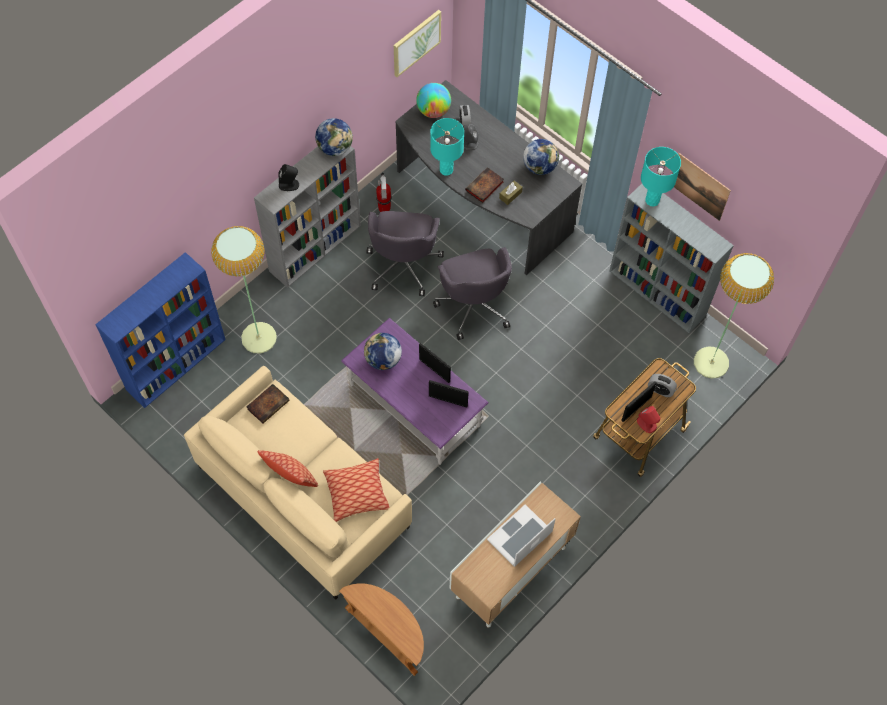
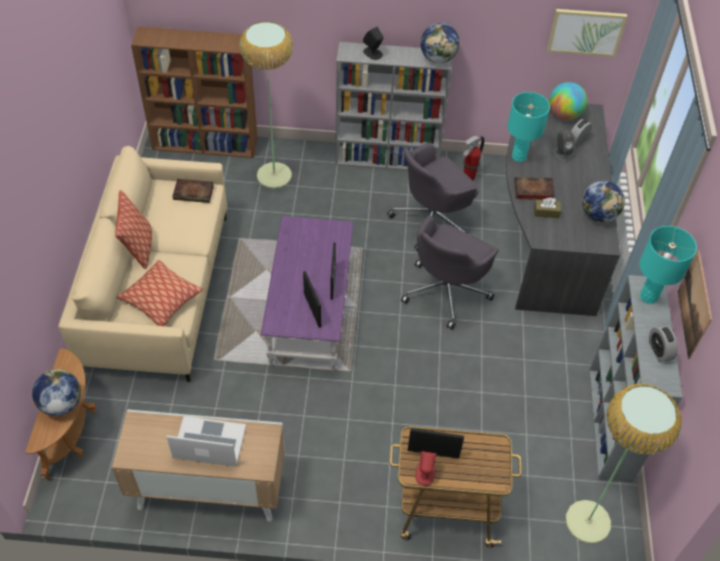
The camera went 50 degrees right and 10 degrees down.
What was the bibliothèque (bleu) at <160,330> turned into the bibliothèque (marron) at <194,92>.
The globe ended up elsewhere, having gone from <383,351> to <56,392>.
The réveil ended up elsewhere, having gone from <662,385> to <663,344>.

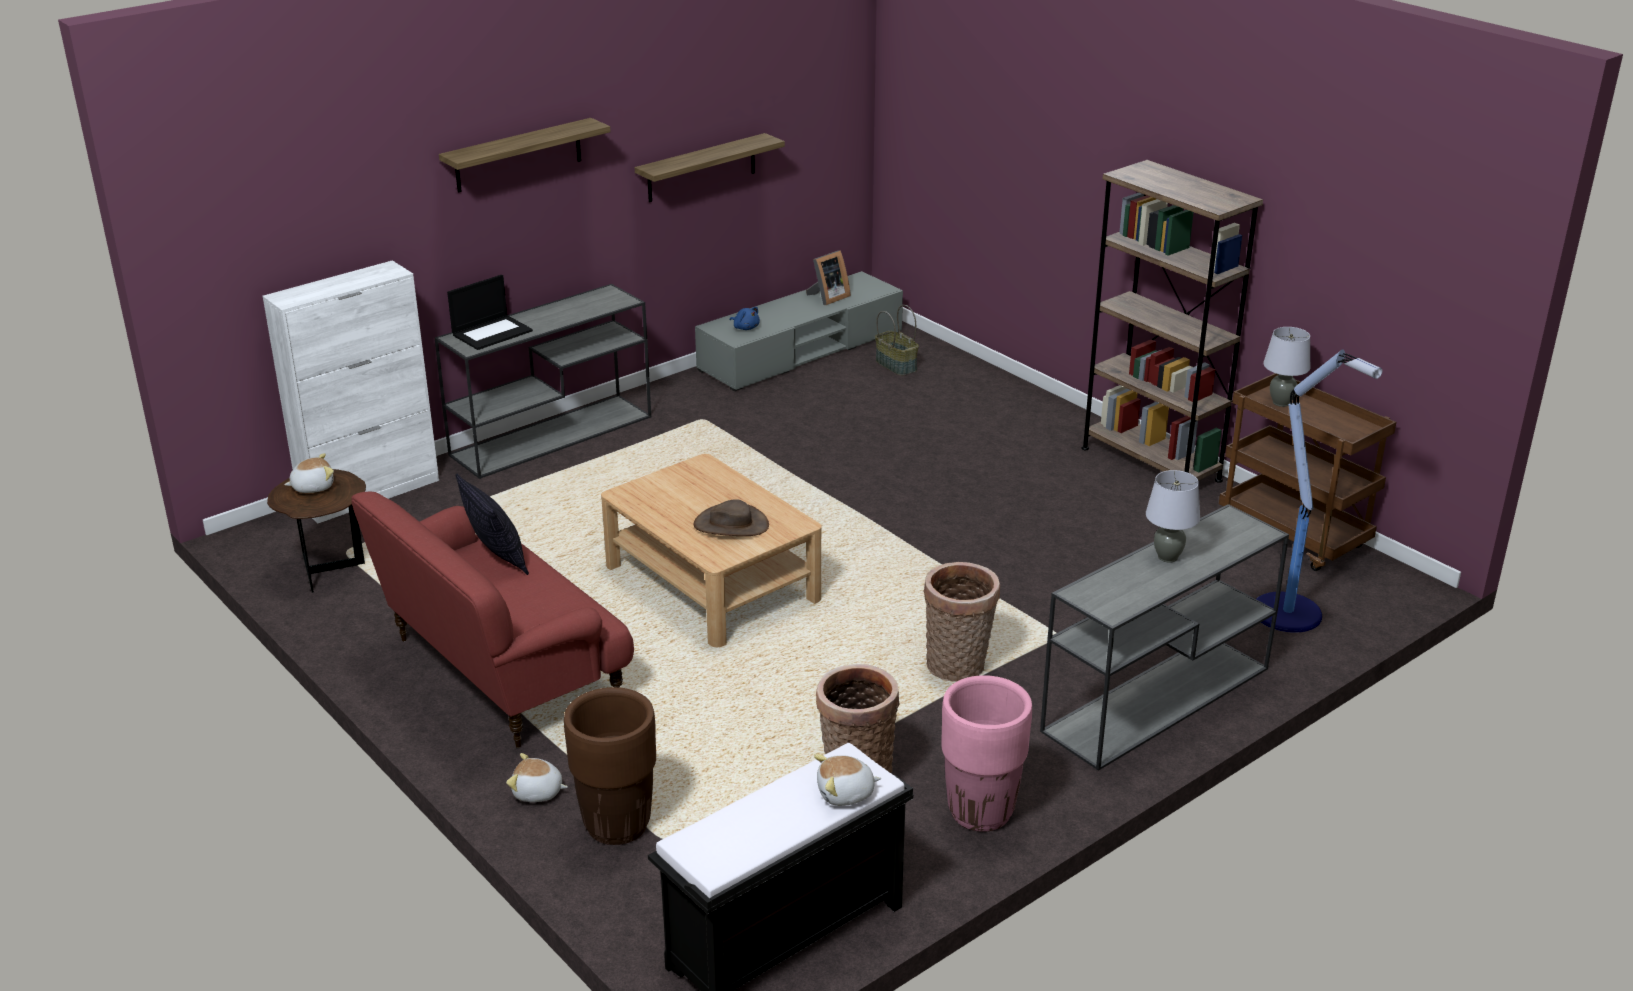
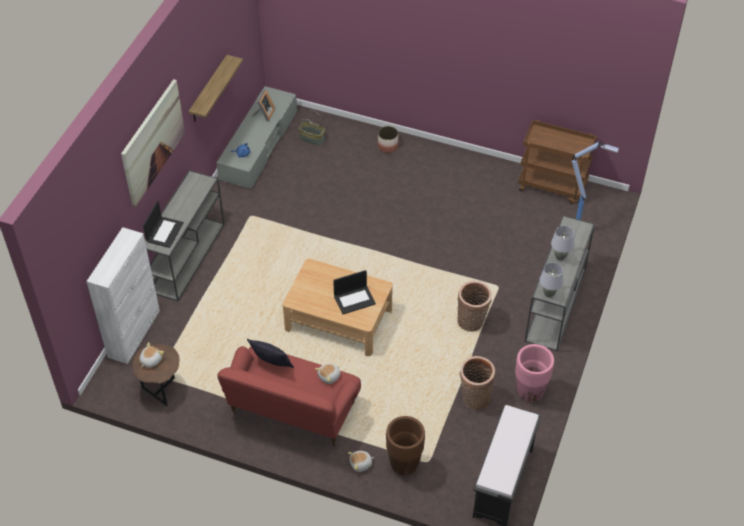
The camera went 30 degrees left and 20 degrees up.
Where the étagère hung at <524,155>, the tableau came to hang at <153,143>.
Where the chapeau (marron) stood at <731,517>, the ordinateur portable came to stand at <354,292>.
The peluche ended up elsewhere, having gone from <847,780> to <327,373>.
The second view lost the bibliothèque (marron) at <1172,321>.
The lampe de table (gris) ended up elsewhere, having gone from <1287,367> to <552,280>.
The second view gained the cache-pot at <388,139>.

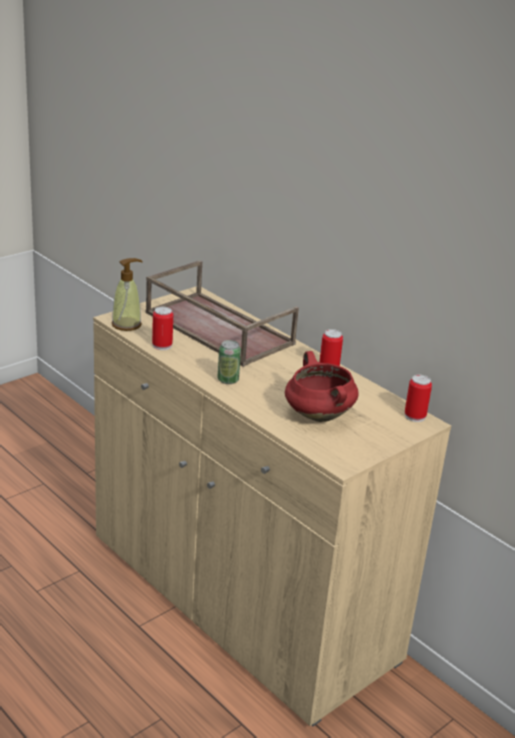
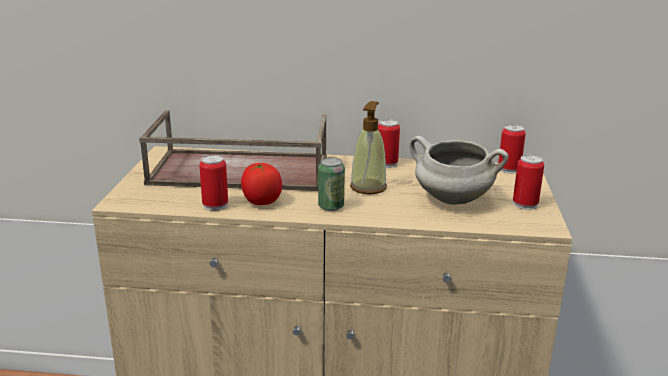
The camera went 40 degrees left and 5 degrees down.
The distributeur de savon ended up elsewhere, having gone from <127,294> to <368,147>.
What was the marmite (rouge) at <321,386> turned into the marmite (blanc) at <459,170>.
The second view gained the tomate at <261,184>.
The second view gained the boîte métallique at <528,182>.

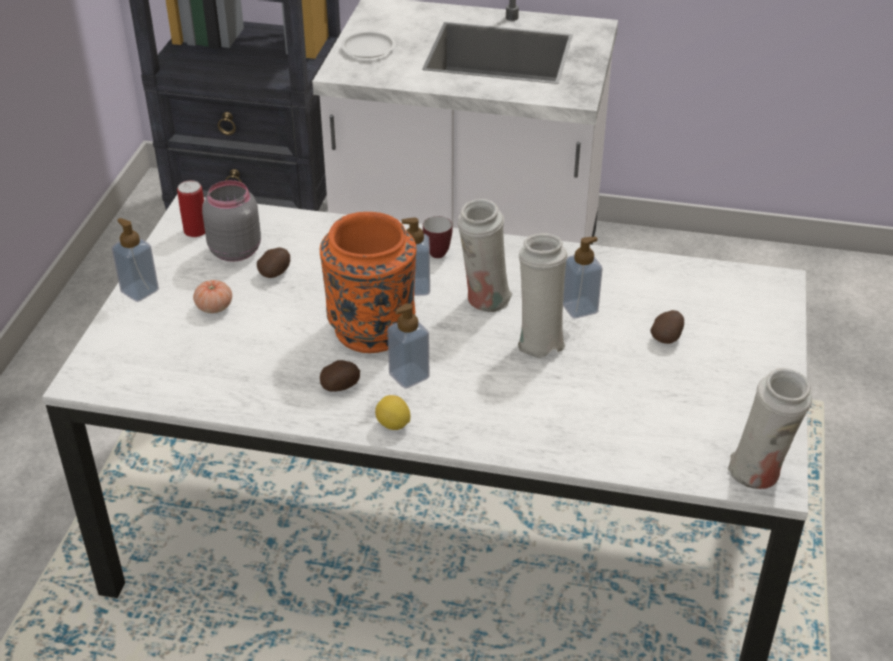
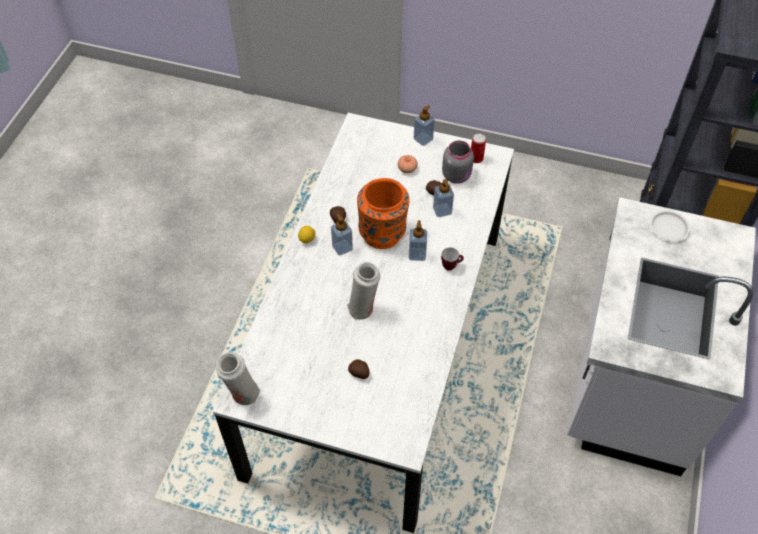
The camera went 95 degrees right and 15 degrees up.
The second view lost the vase (blanc) at <485,255>.
The distributeur de savon ended up elsewhere, having gone from <583,277> to <443,198>.

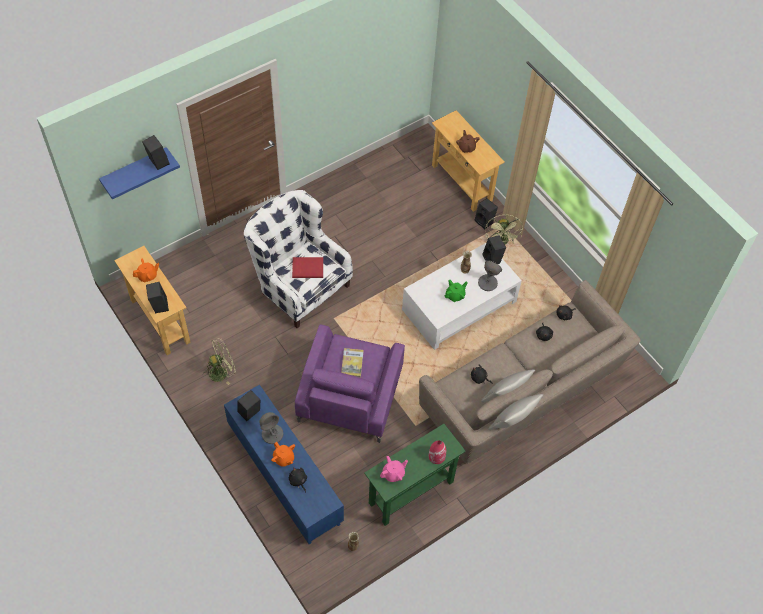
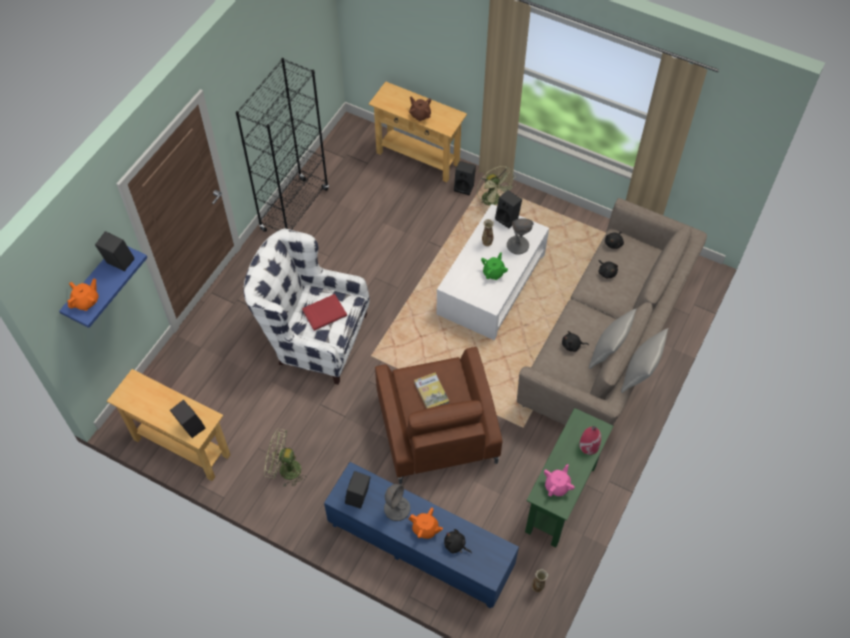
The camera went 25 degrees left and 0 degrees up.
The théière (orange) ended up elsewhere, having gone from <146,270> to <82,294>.
The ventilateur (vert) at <219,361> ended up facing another way, 120 degrees counterclockwise from before.
What was the fauteuil (violet) at <350,384> turned into the fauteuil (marron) at <438,415>.
The second view gained the bibliothèque (noir) at <282,145>.

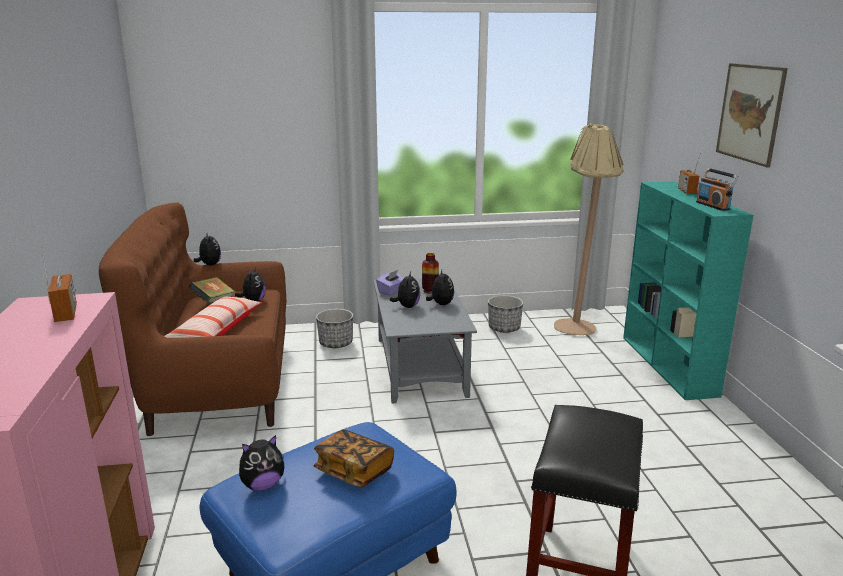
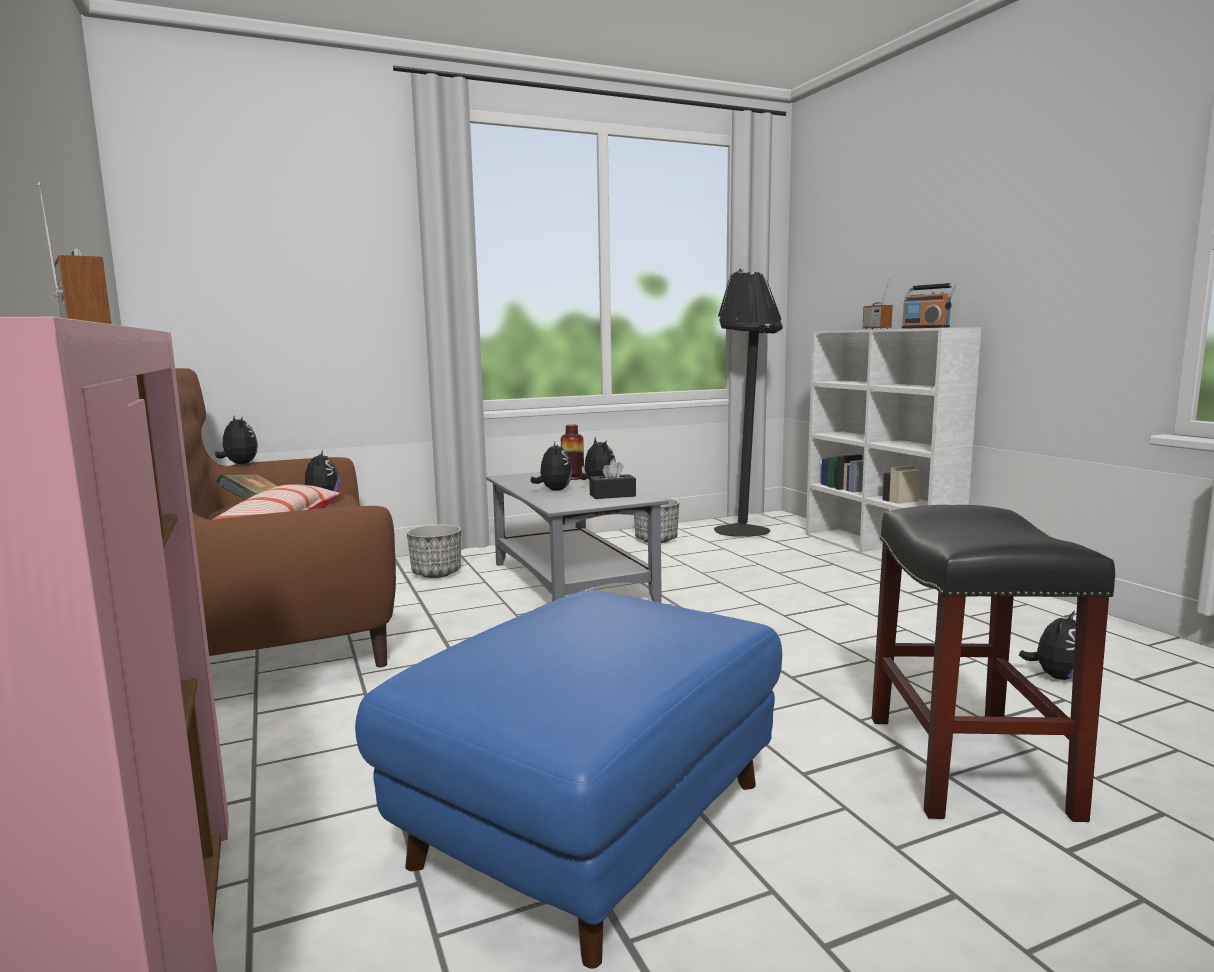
The camera went 15 degrees left and 10 degrees down.
The peluche ended up elsewhere, having gone from <261,463> to <1047,645>.
The second view lost the livre at <354,458>.
The second view lost the boîte à mouchoirs (violet) at <390,283>.
What was the lampadaire (beige) at <589,229> turned into the lampadaire (noir) at <748,402>.
What was the bibliothèque (turquoise) at <688,290> turned into the bibliothèque (blanc) at <893,444>.
The second view lost the tableau at <752,115>.
The second view gained the boîte à mouchoirs (noir) at <612,479>.

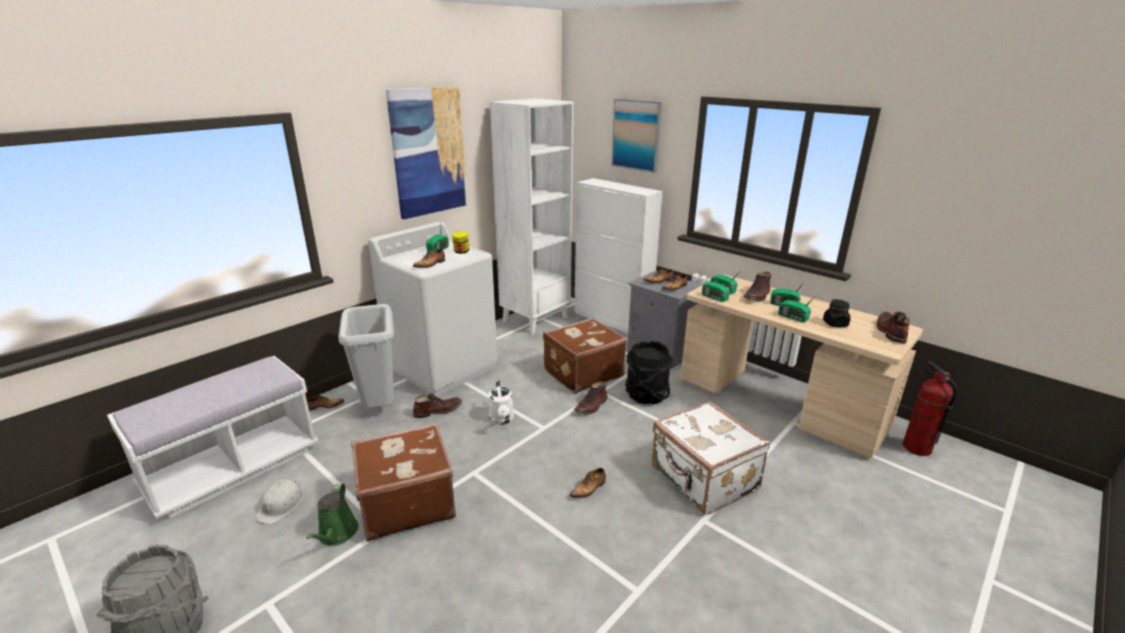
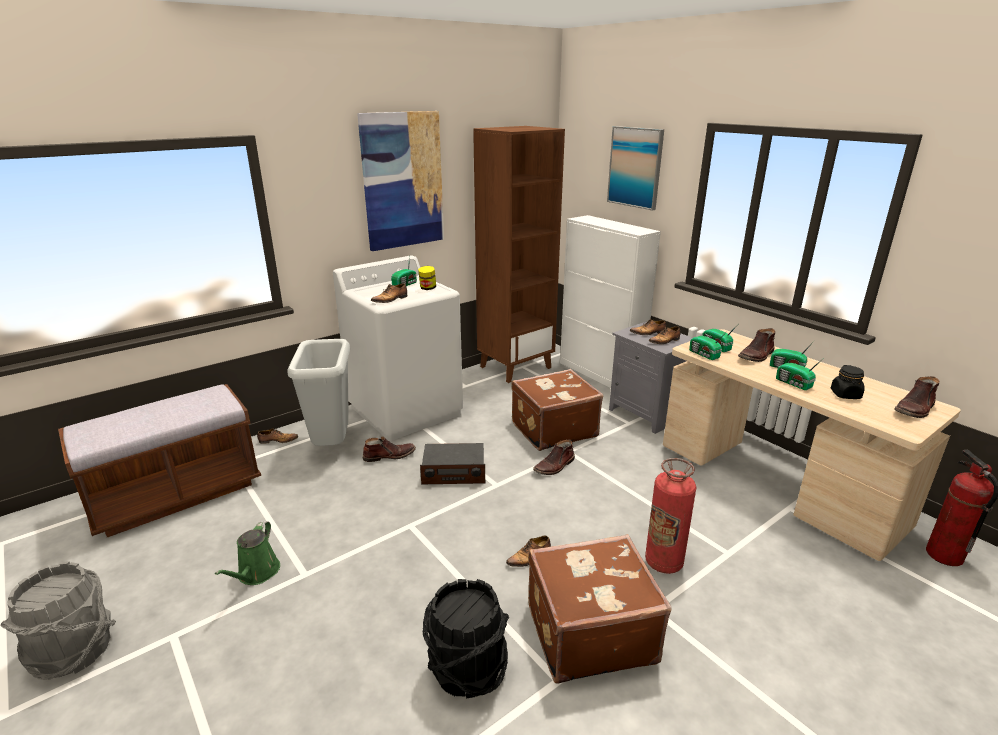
The camera went 10 degrees right and 0 degrees up.
What was the banc (blanc) at <212,437> turned into the banc (marron) at <159,460>.
The second view lost the casque de chantier (blanc) at <279,502>.
The valise (marron) ended up elsewhere, having gone from <403,482> to <600,609>.
Where the arrosoir (blanc) stood at <501,402>, the radio came to stand at <452,463>.
What was the bibliothèque (blanc) at <531,216> turned into the bibliothèque (marron) at <519,254>.
The seau (noir) ended up elsewhere, having gone from <649,372> to <466,639>.
Where the valise (blanc) stood at <710,458>, the extincteur came to stand at <670,516>.
The botte (marron) at <893,327> ended up facing another way, 150 degrees counterclockwise from before.

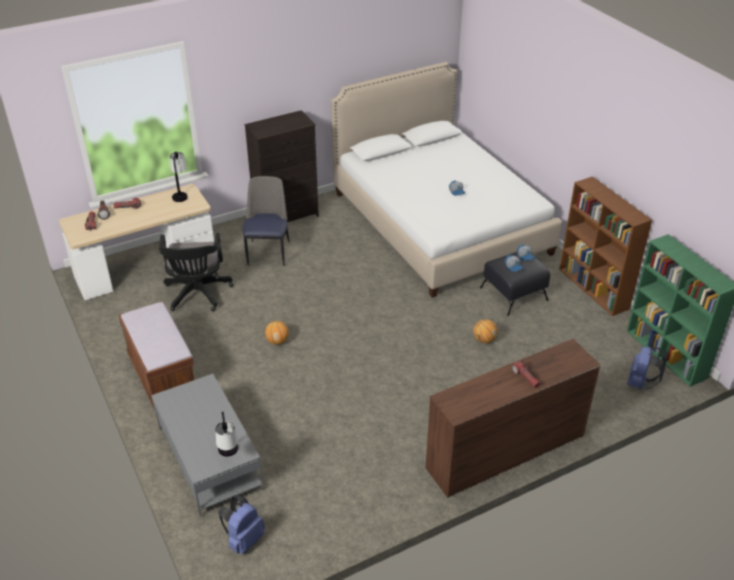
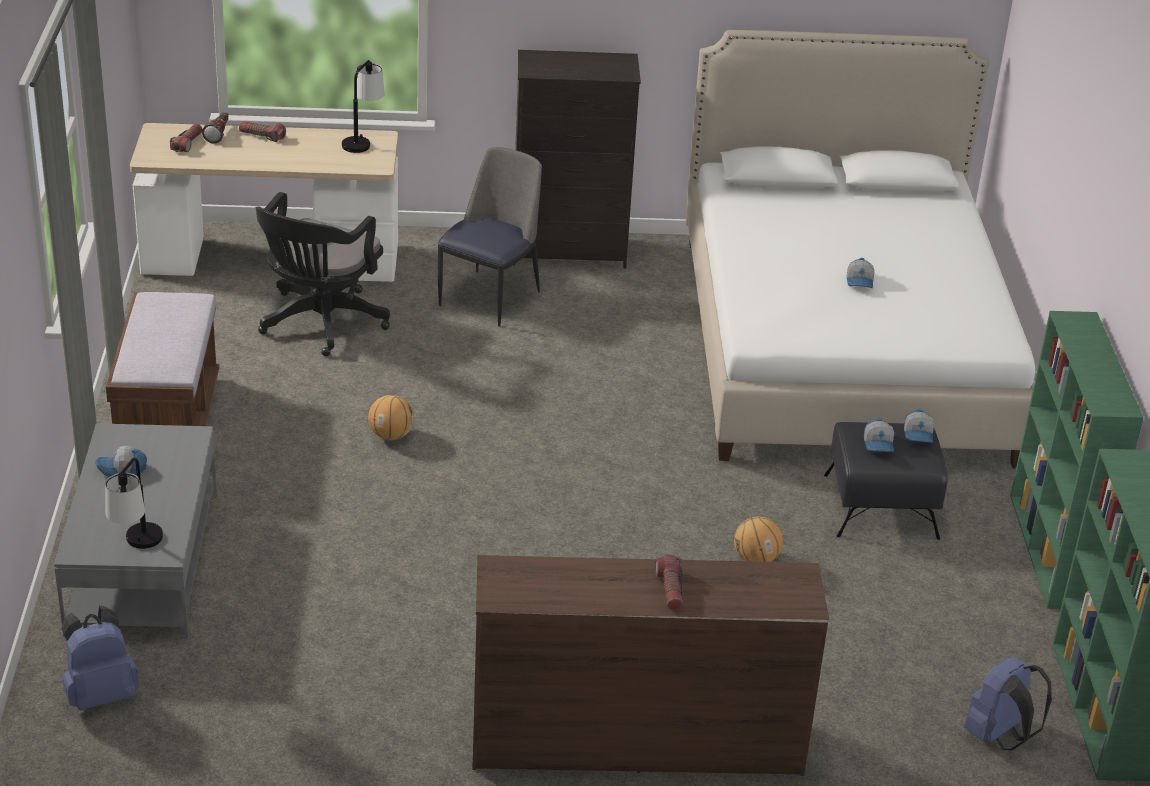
The camera went 25 degrees right and 5 degrees down.
What was the bibliothèque (marron) at <605,246> turned into the bibliothèque (vert) at <1077,460>.
The second view gained the casquette at <121,461>.

